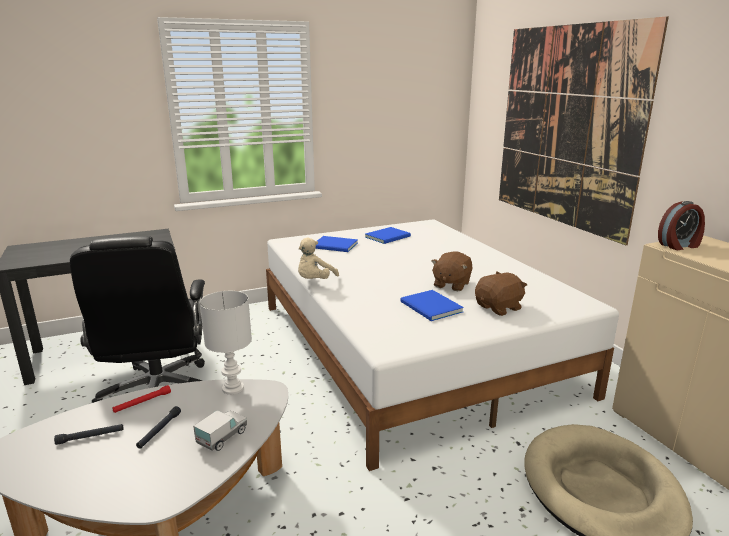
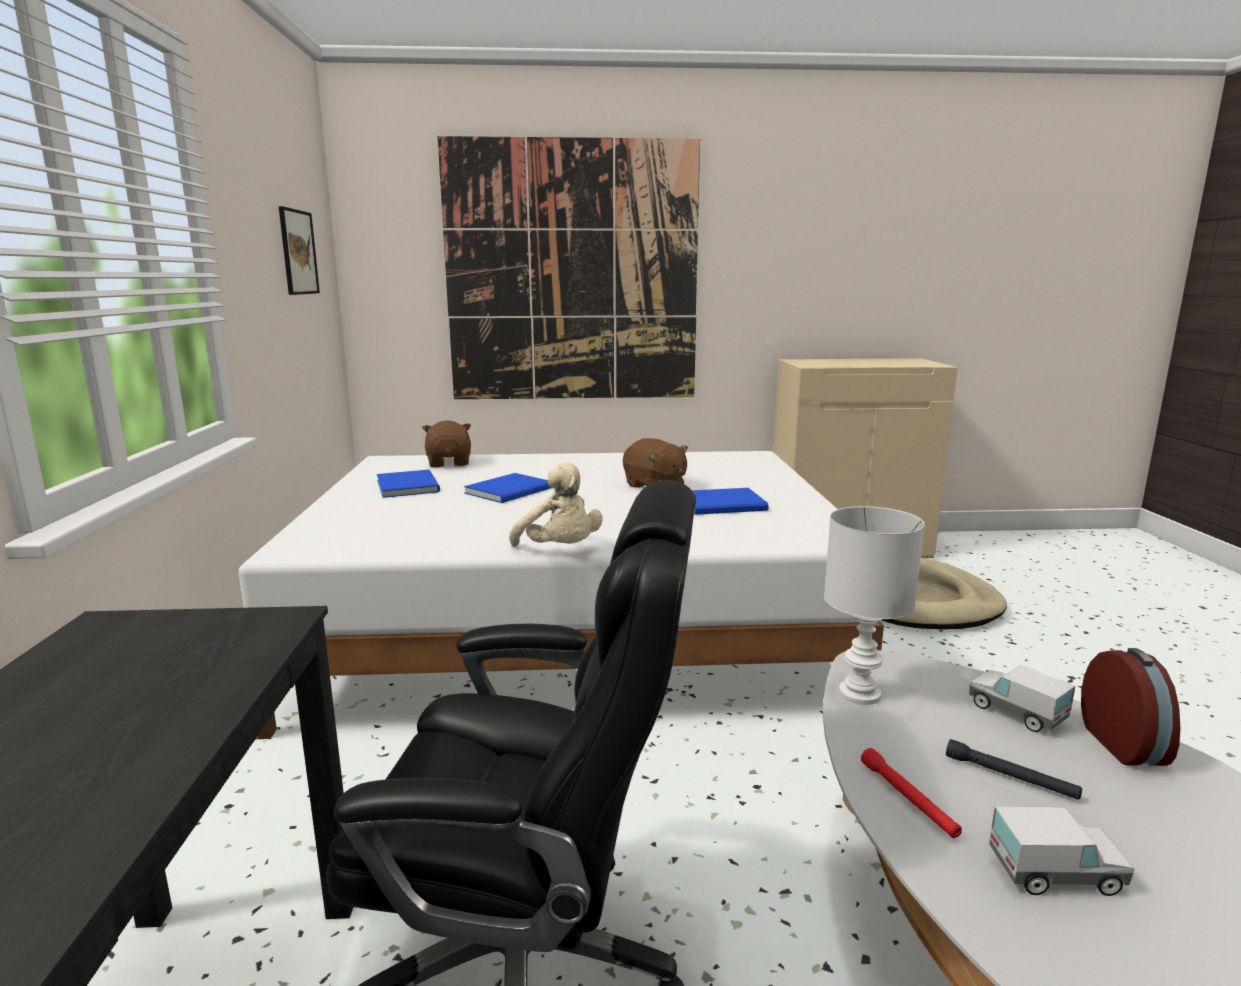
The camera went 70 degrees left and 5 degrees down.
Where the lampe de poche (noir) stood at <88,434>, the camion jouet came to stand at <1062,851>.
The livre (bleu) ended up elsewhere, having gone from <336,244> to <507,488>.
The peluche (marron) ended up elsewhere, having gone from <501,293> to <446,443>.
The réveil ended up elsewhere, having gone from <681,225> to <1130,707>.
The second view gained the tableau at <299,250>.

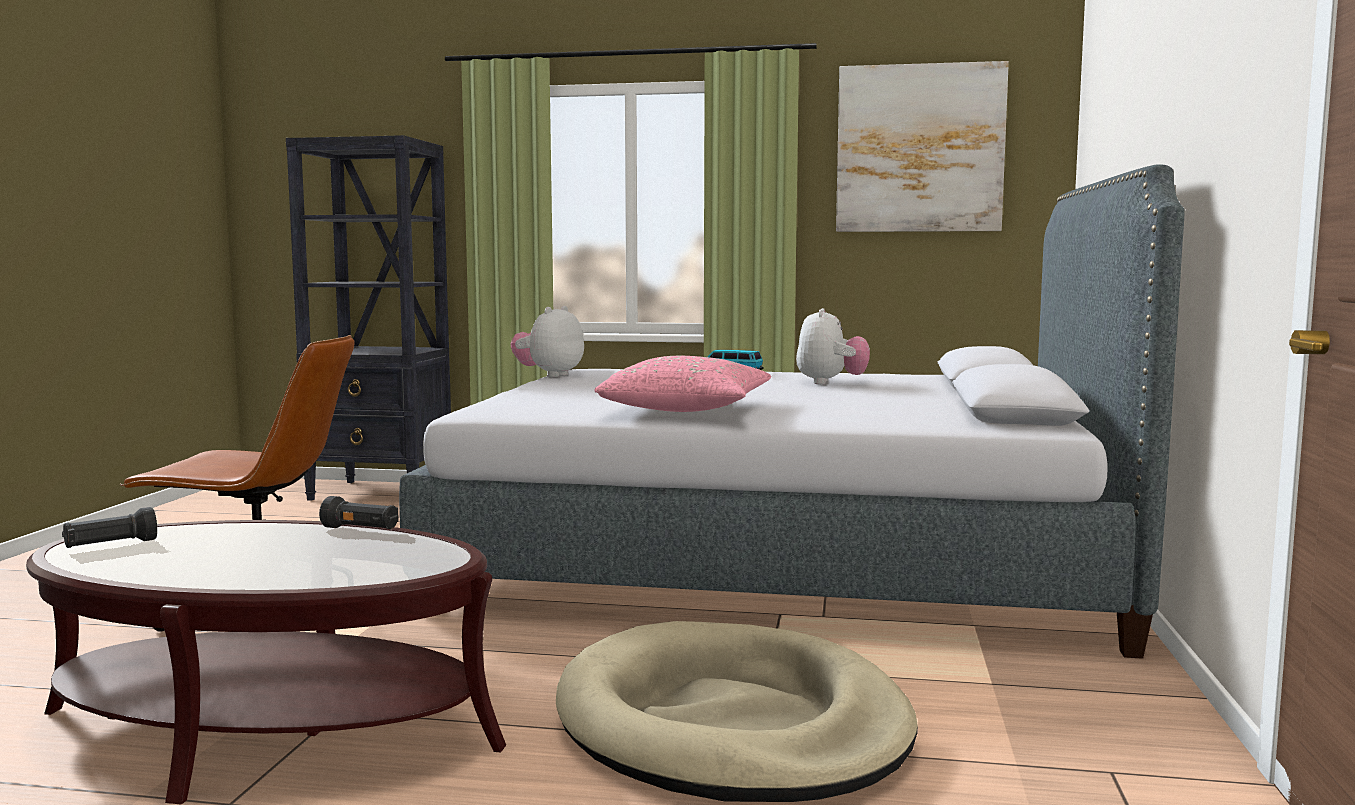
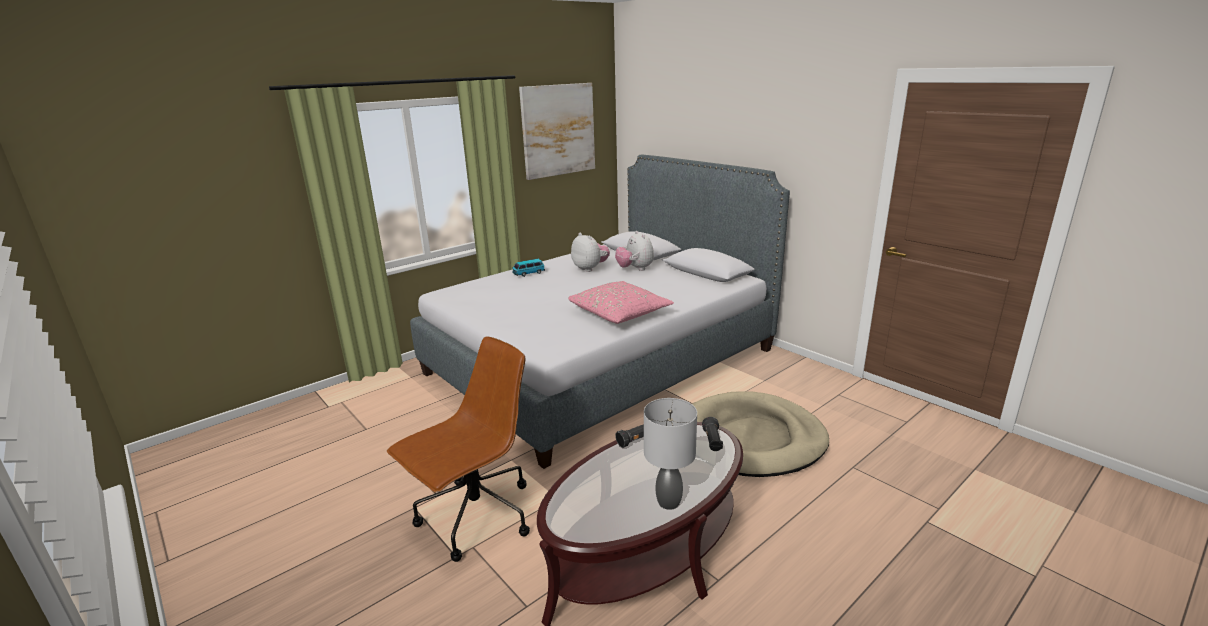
The camera went 50 degrees left and 15 degrees up.
The lampe de poche (noir) ended up elsewhere, having gone from <109,527> to <712,434>.
The second view lost the bibliothèque (noir) at <368,318>.
The peluche ended up elsewhere, having gone from <547,341> to <634,251>.
The second view gained the lampe de table (gris) at <670,454>.

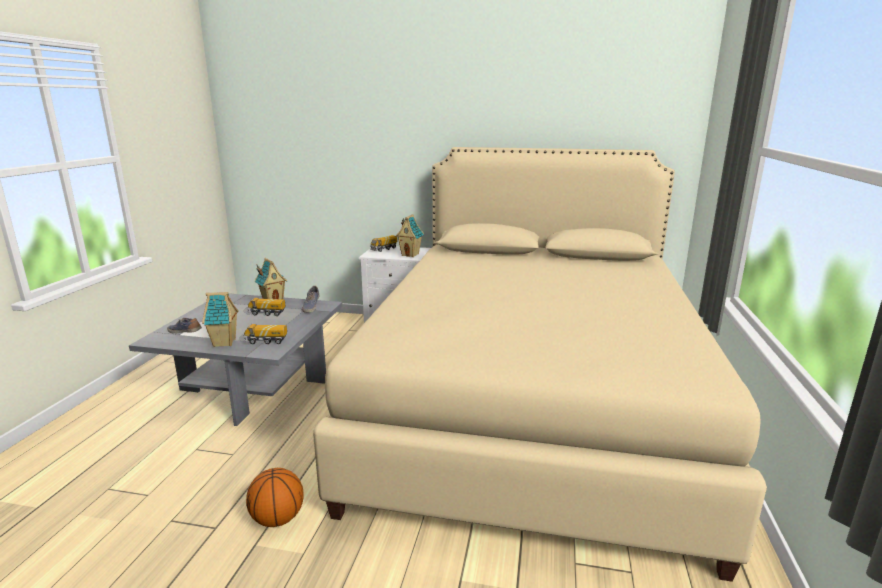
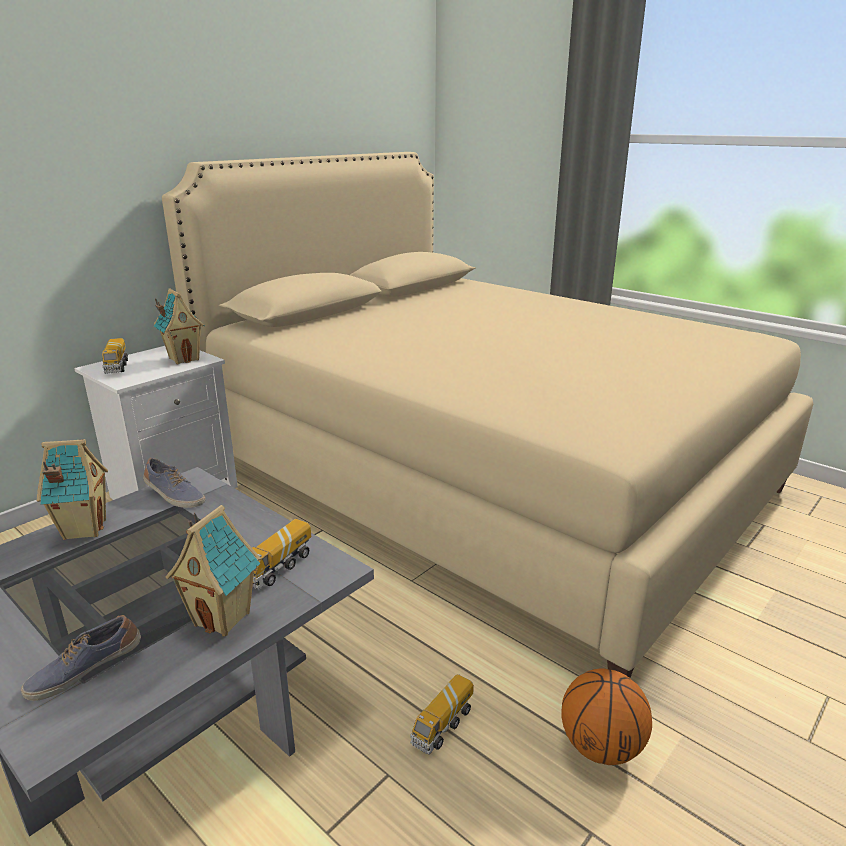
The camera went 60 degrees left and 5 degrees up.
The camion jouet ended up elsewhere, having gone from <266,307> to <442,714>.

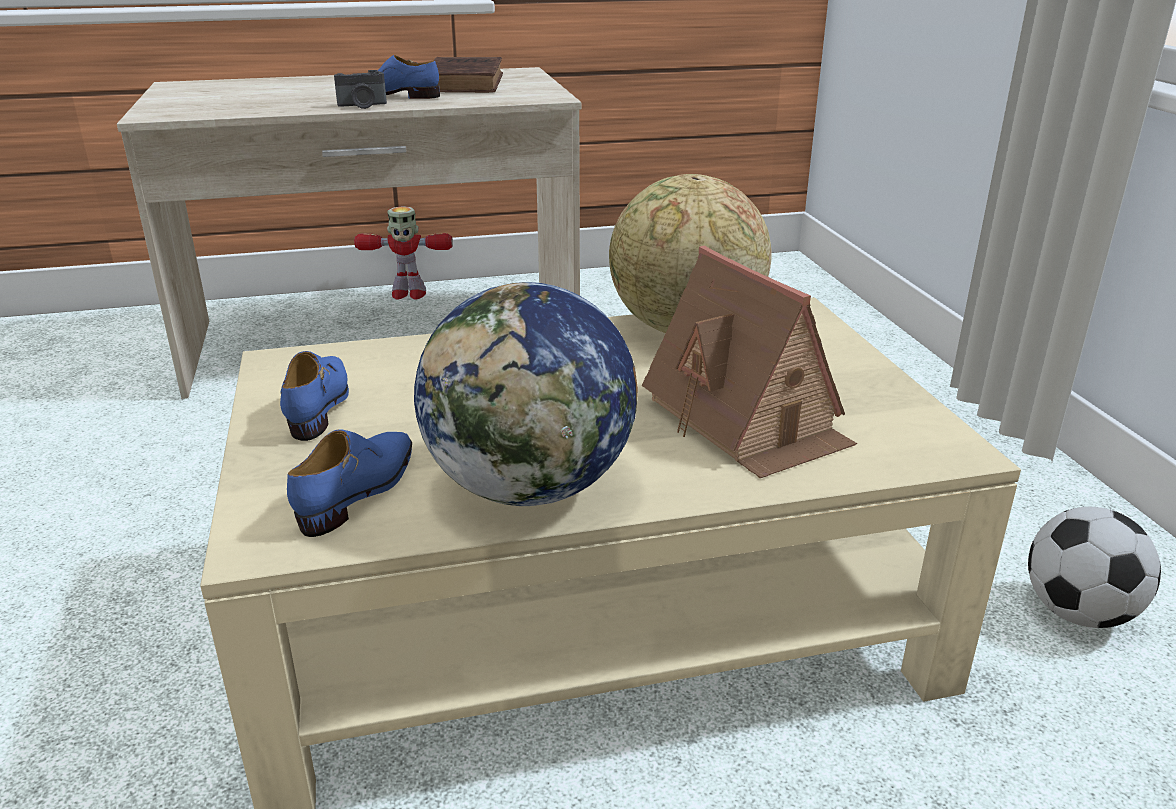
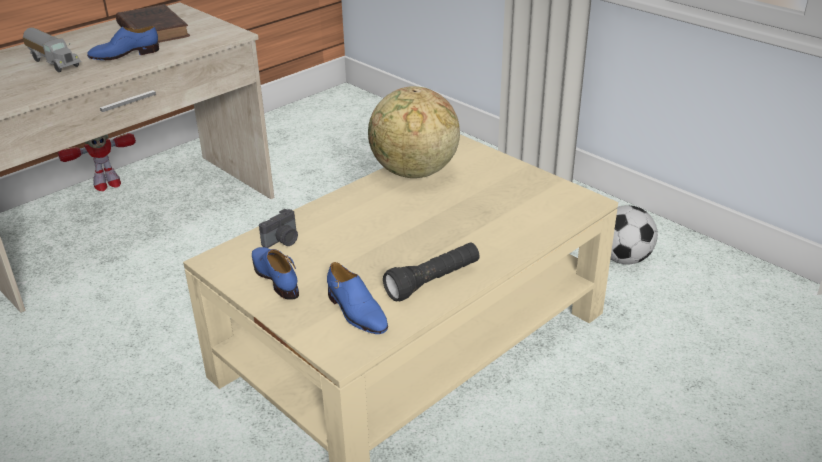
The camera went 30 degrees left and 5 degrees up.
The chaussure (bleu) at <349,483> ended up facing another way, 150 degrees clockwise from before.
The appareil photo ended up elsewhere, having gone from <360,89> to <278,228>.
Where the globe stood at <526,394>, the lampe de poche (noir) came to stand at <431,272>.
The second view lost the maison miniature at <749,362>.
The second view gained the camion jouet at <52,49>.

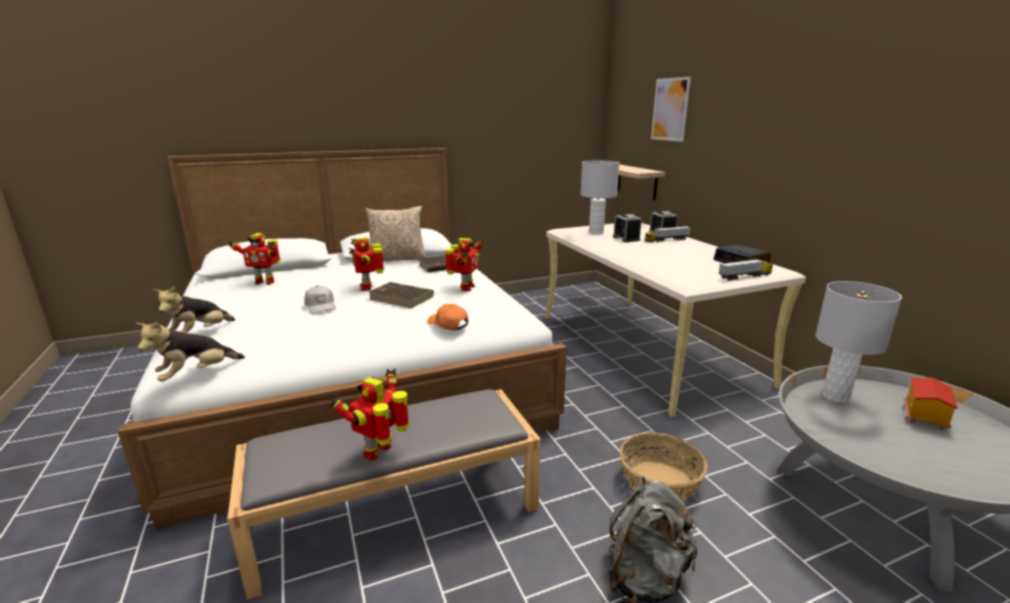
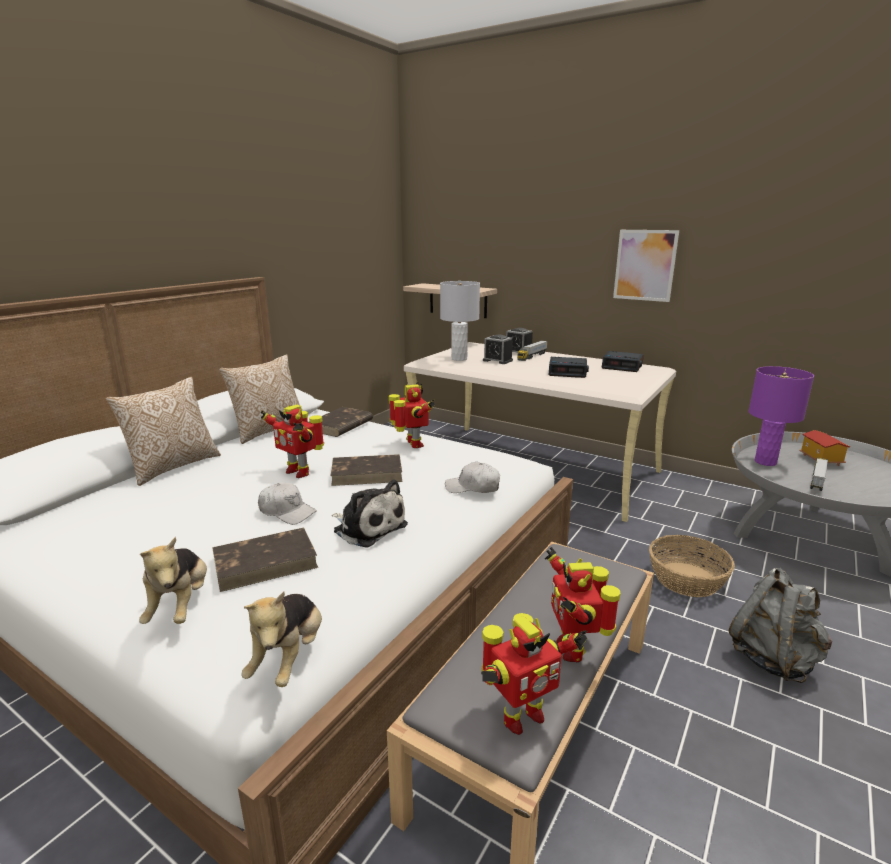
The camera went 35 degrees left and 0 degrees up.
The robot jouet ended up elsewhere, having gone from <254,259> to <534,674>.
What was the casquette (orange) at <447,317> turned into the casquette (blanc) at <472,477>.
The tableau ended up elsewhere, having gone from <671,109> to <646,266>.
The camion jouet ended up elsewhere, having gone from <745,270> to <819,474>.
What was the lampe de table (gris) at <858,342> turned into the lampe de table (violet) at <781,416>.
The second view gained the coussin at <163,431>.
The second view gained the livre (marron) at <265,559>.
The second view gained the peluche at <370,514>.
The second view gained the réveil at <569,367>.

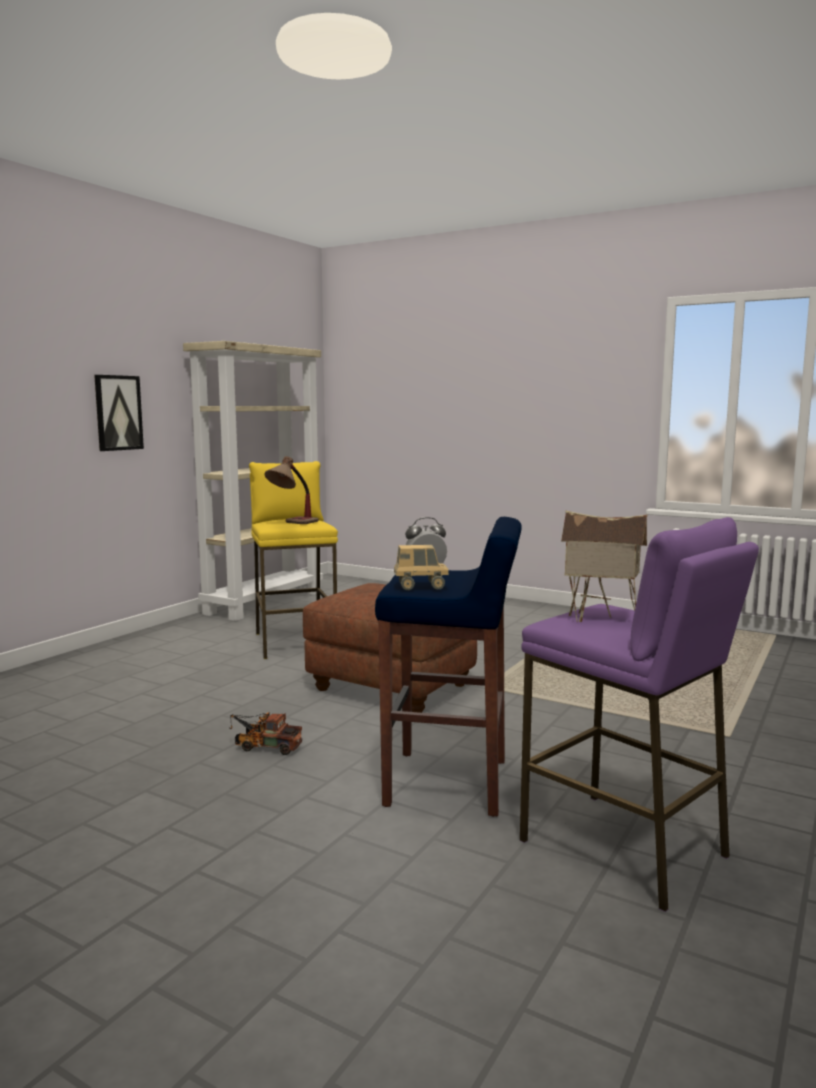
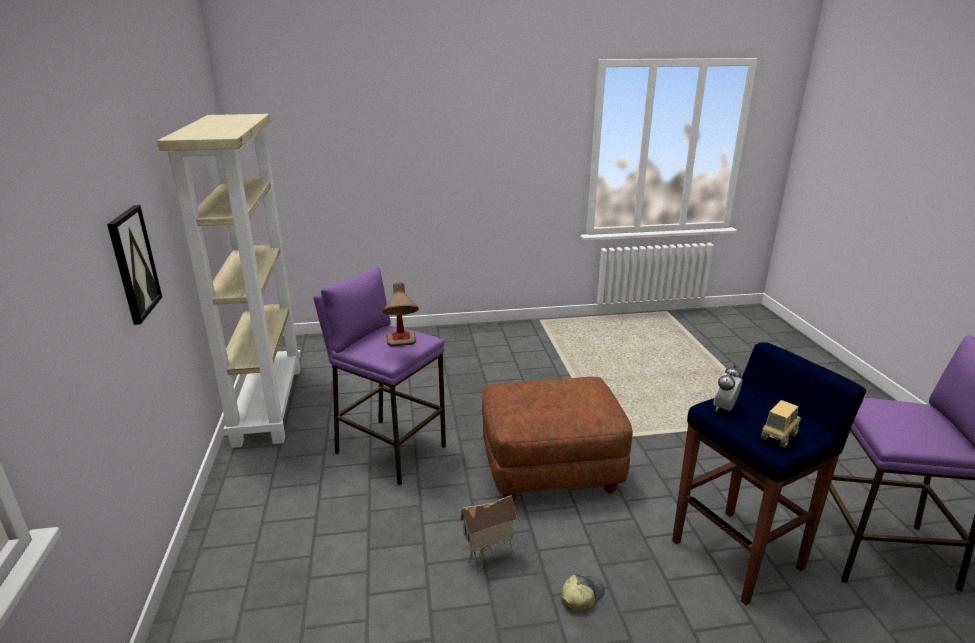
The camera went 40 degrees left and 15 degrees up.
Where the camion jouet stood at <265,733>, the casquette came to stand at <582,593>.
What was the tabouret (jaune) at <293,560> turned into the tabouret (violet) at <380,375>.
The maison miniature ended up elsewhere, having gone from <604,566> to <488,533>.

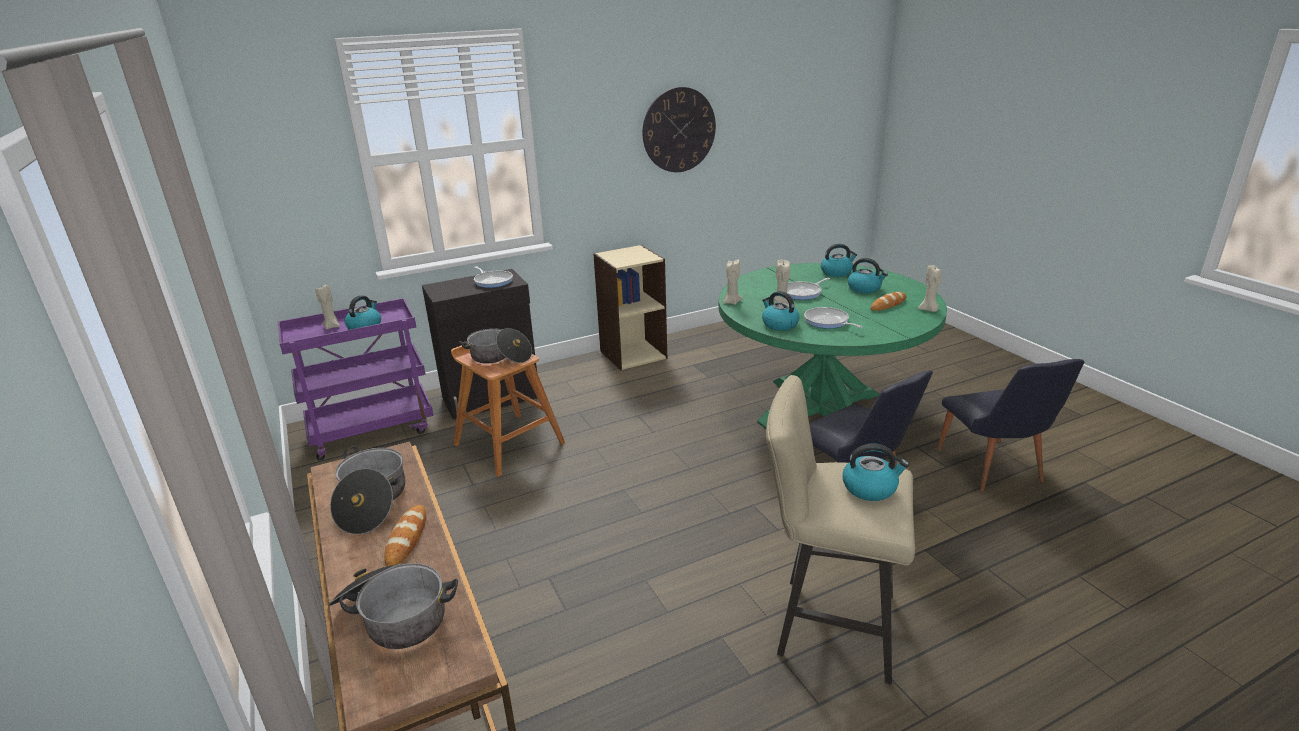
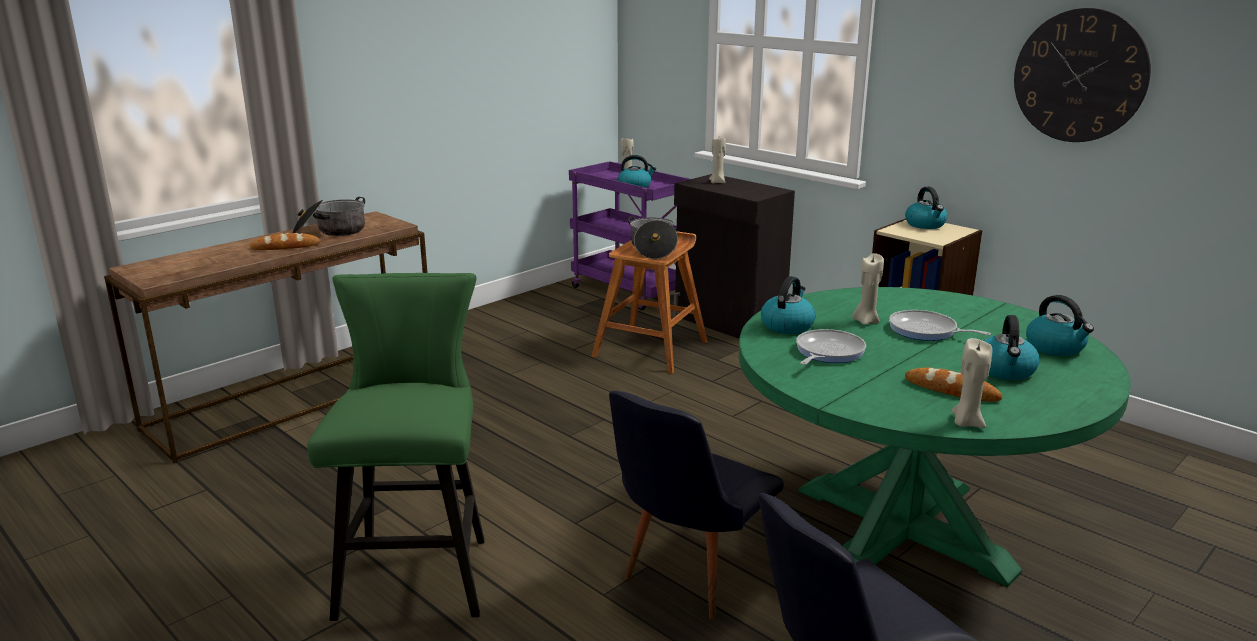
The camera went 70 degrees right and 5 degrees down.
The second view lost the marmite at <393,606>.
The second view lost the poêle at <493,277>.
The bougie (beige) ended up elsewhere, having gone from <733,282> to <717,161>.
What was the tabouret (beige) at <840,529> turned into the tabouret (vert) at <396,447>.
The bouilloire ended up elsewhere, having gone from <876,472> to <926,208>.

